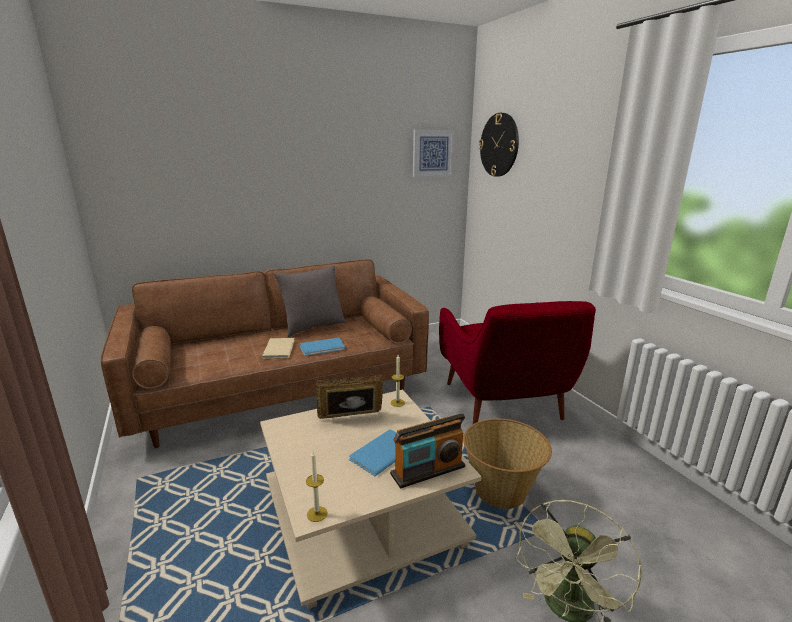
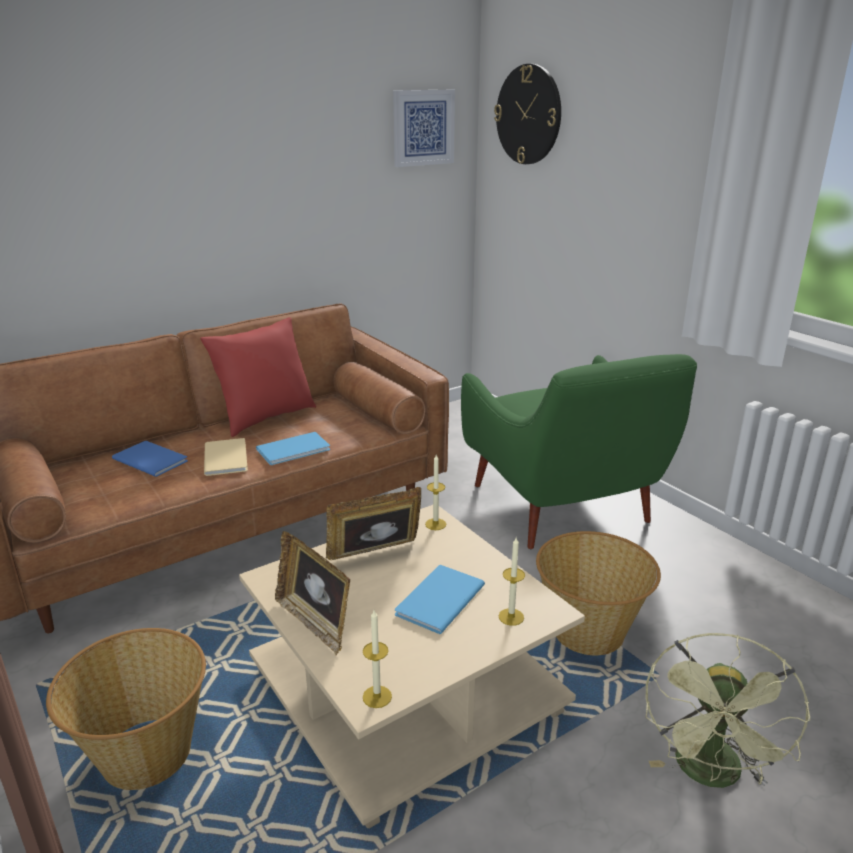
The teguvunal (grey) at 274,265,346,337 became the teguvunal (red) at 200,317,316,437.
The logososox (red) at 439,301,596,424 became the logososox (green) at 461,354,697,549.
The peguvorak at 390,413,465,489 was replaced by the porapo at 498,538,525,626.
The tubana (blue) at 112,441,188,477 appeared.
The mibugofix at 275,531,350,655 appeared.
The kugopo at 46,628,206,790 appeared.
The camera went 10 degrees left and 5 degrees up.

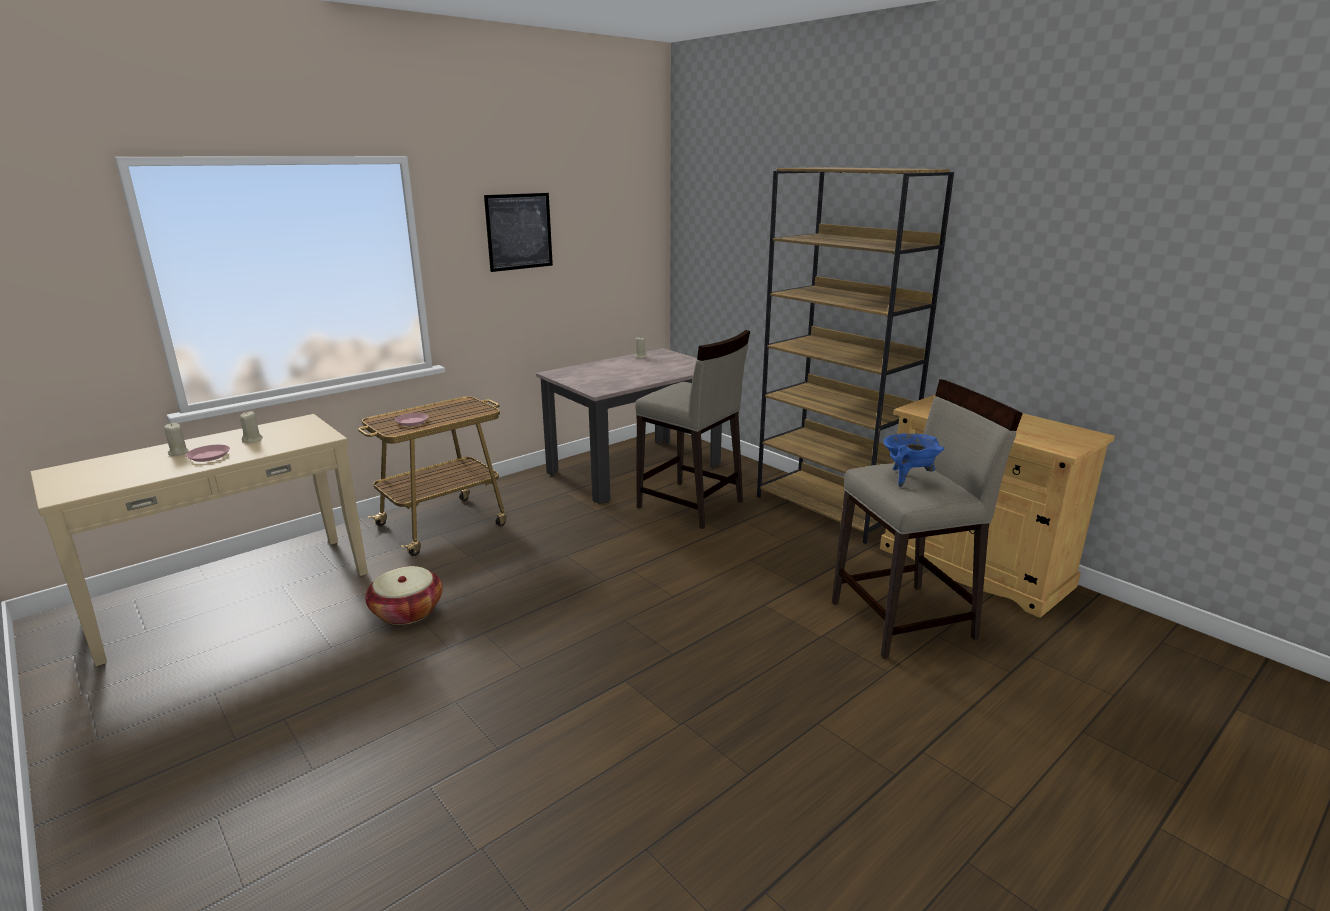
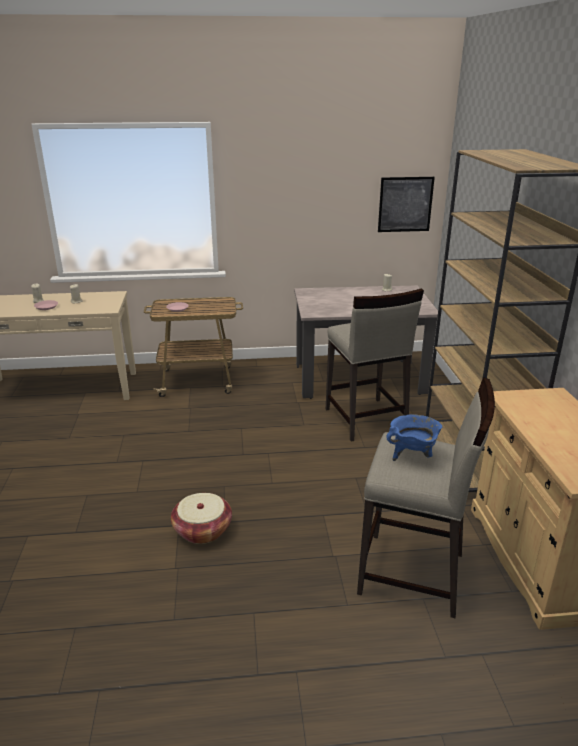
The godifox moved from 484,193,553,272 to 378,177,435,232.
The kugopo moved from 365,566,443,625 to 171,493,232,544.
The camera went 35 degrees right and 5 degrees up.

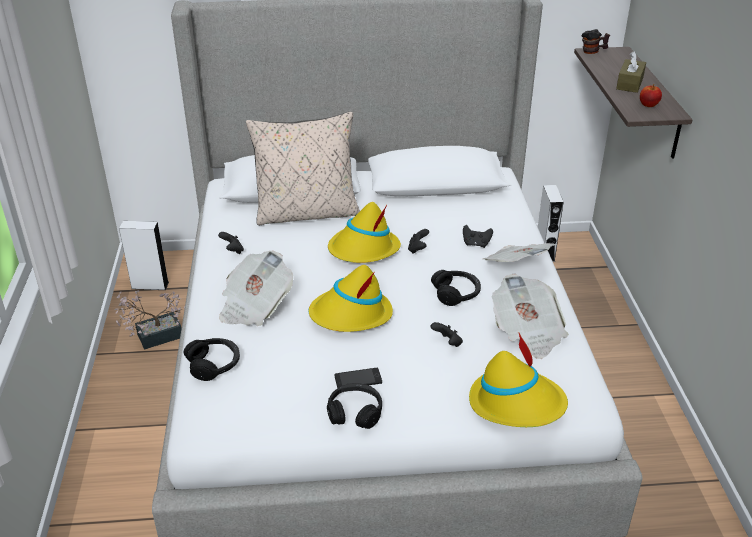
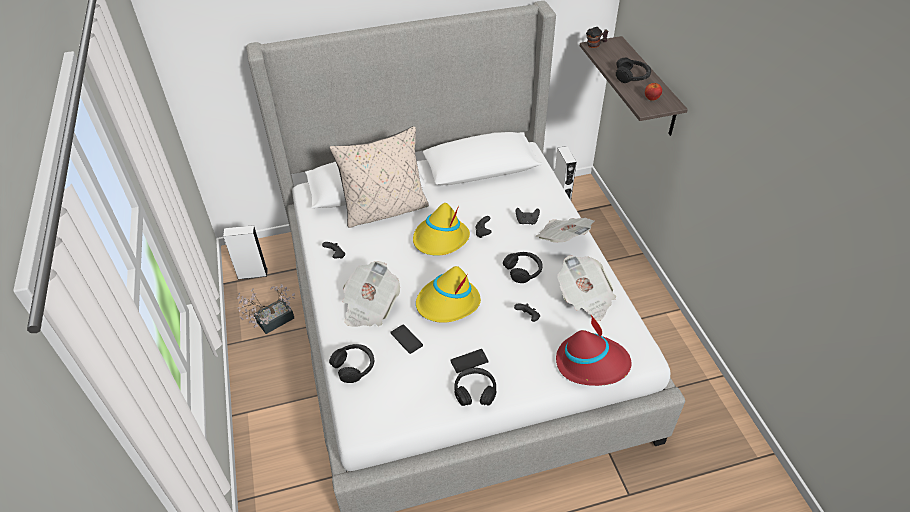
The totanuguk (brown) at 616,51,646,93 was replaced by the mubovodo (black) at 616,57,651,83.
The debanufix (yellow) at 469,332,568,427 became the debanufix (red) at 556,315,632,386.
The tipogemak at 390,324,423,354 appeared.
The camera went 10 degrees left and 10 degrees up.

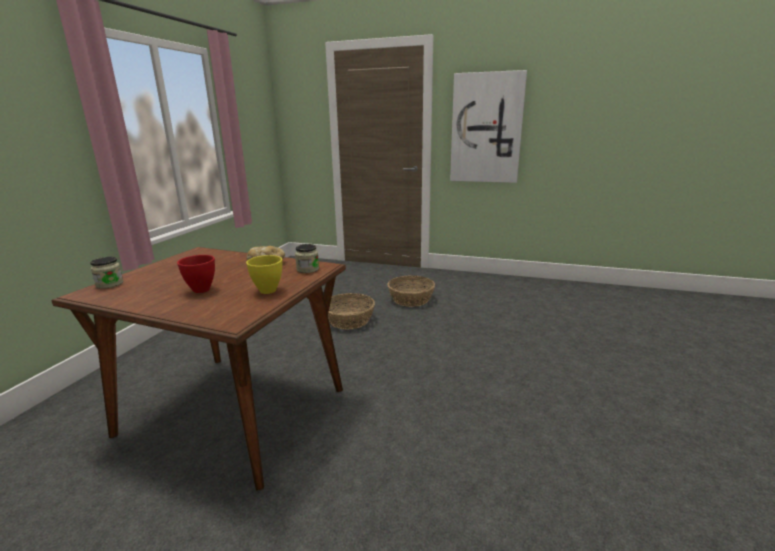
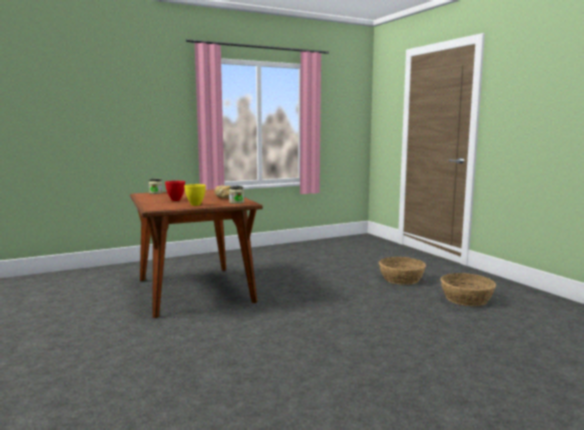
The godifox at 450,70,527,183 disappeared.
The kugopo moved from 328,293,375,329 to 440,273,496,306.
The camera went 45 degrees right and 10 degrees down.

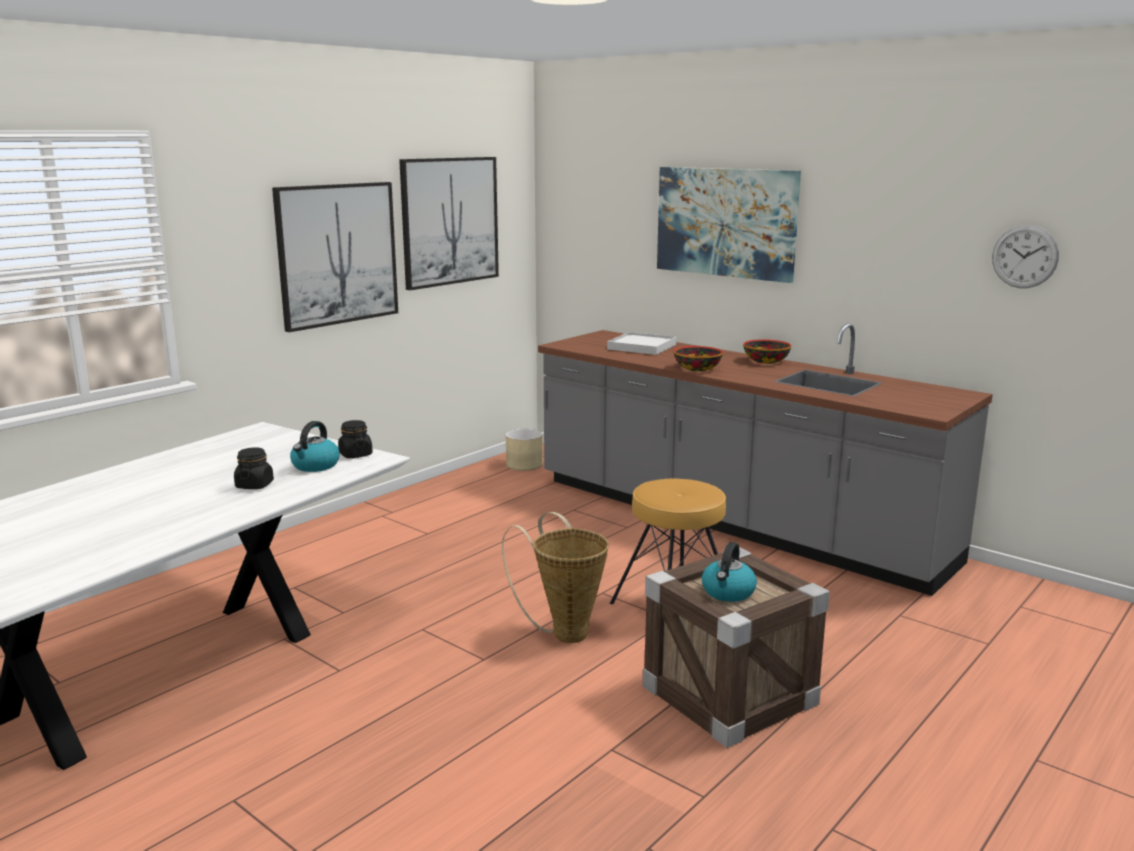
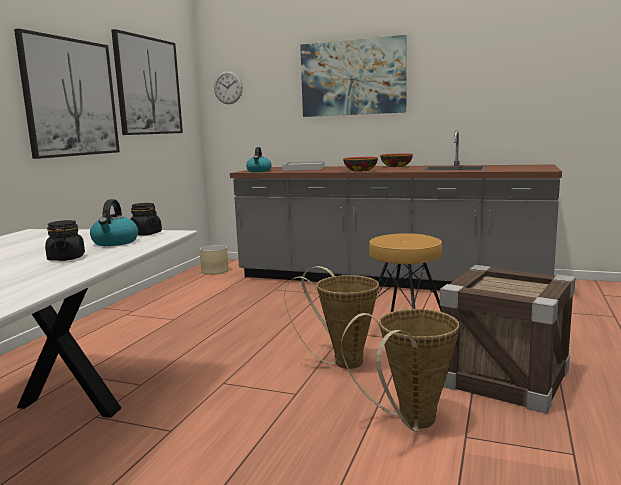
The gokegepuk moved from 992,225,1059,288 to 214,71,243,104.
The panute moved from 702,542,757,602 to 246,147,272,172.
The kugopo at 341,309,460,432 appeared.
The camera went 20 degrees left and 5 degrees down.

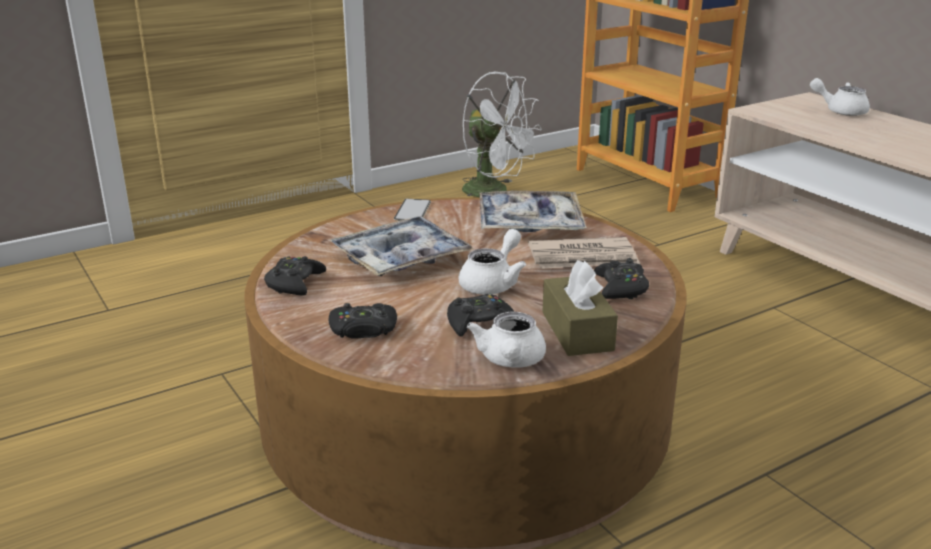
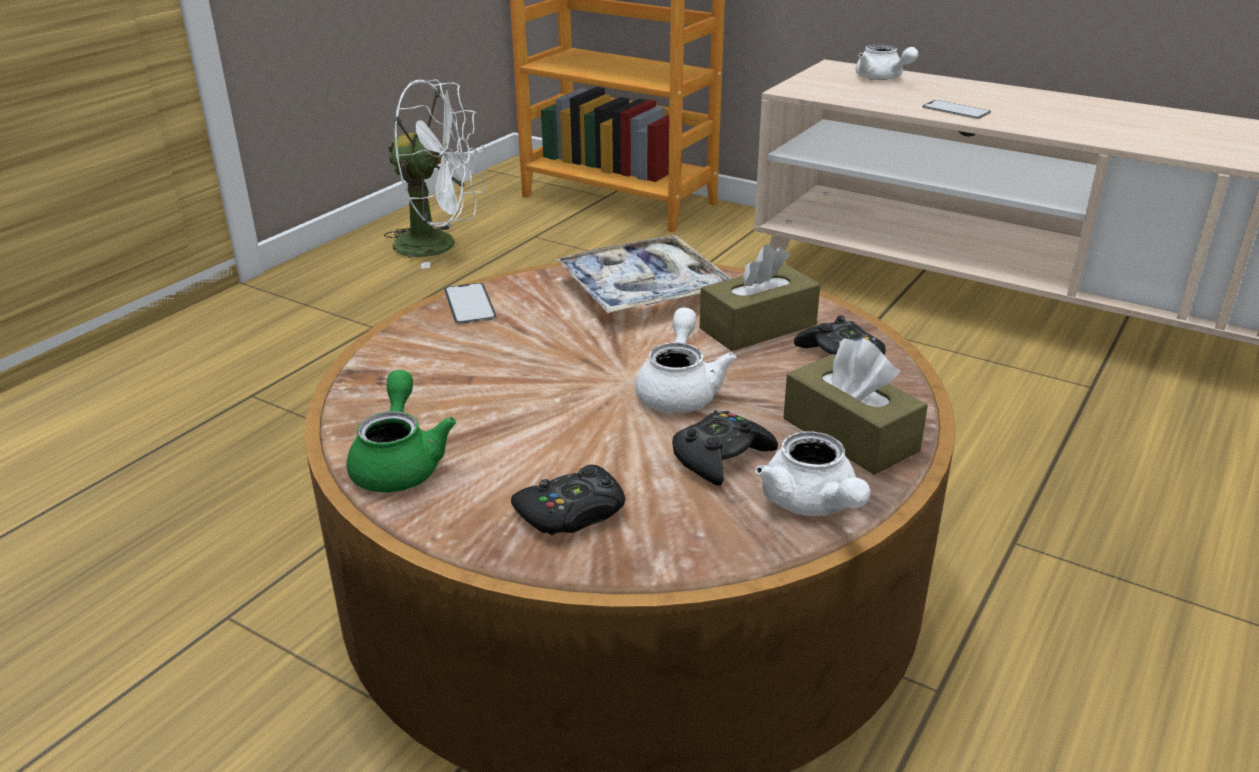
The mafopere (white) at 810,78,870,116 turned 120 degrees counterclockwise.
The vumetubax at 330,216,474,276 disappeared.
The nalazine at 528,237,641,269 was replaced by the totanuguk (brown) at 700,244,820,351.
The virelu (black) at 264,256,326,296 was replaced by the mafopere (green) at 347,370,456,492.
The tipogemak at 922,100,991,119 appeared.
The camera went 25 degrees left and 5 degrees up.

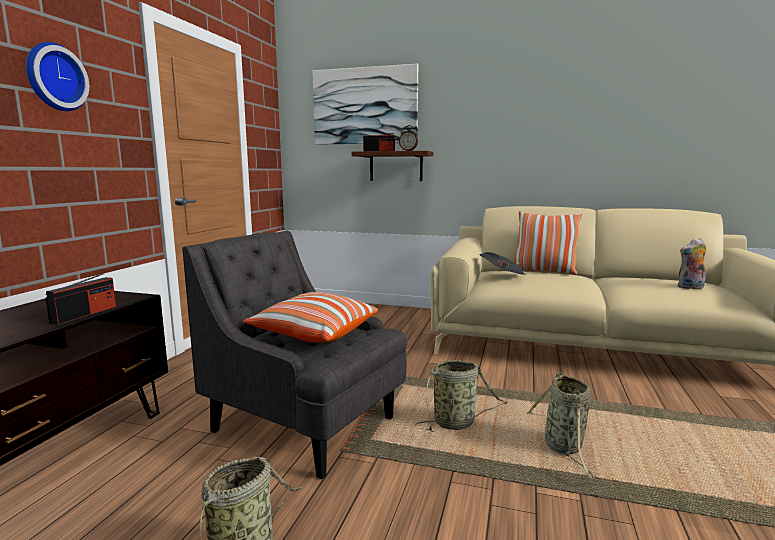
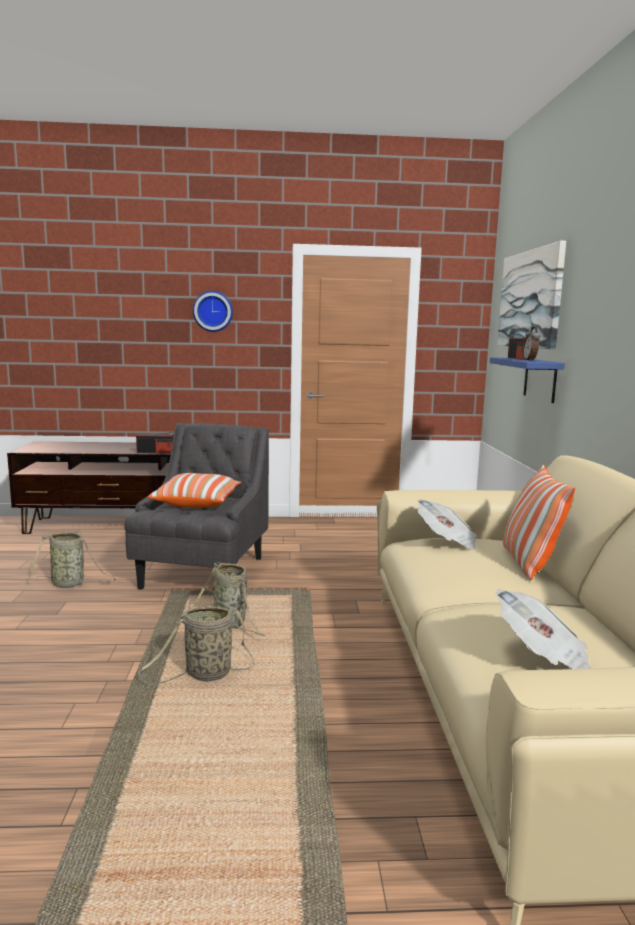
The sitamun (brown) at 352,151,433,181 became the sitamun (blue) at 490,357,565,403.
The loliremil at 678,238,706,289 was replaced by the nalazine at 496,589,591,669.
The camera went 70 degrees right and 0 degrees up.

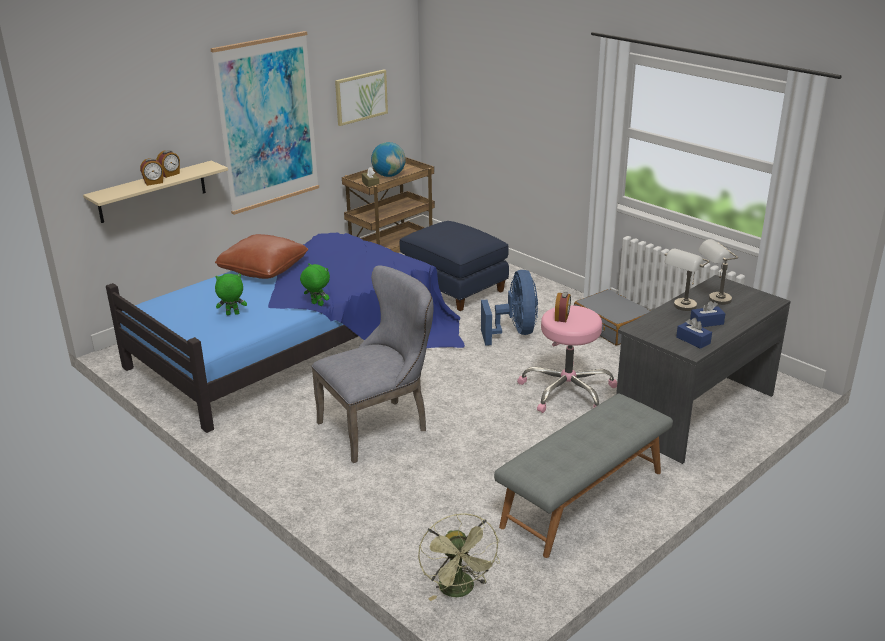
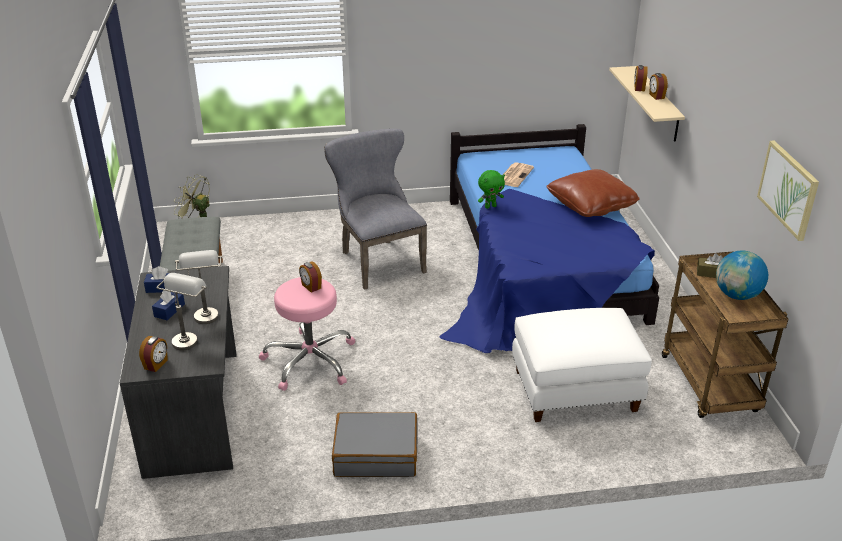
The godifox at 210,31,319,215 disappeared.
The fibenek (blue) at 400,221,509,311 became the fibenek (white) at 512,308,652,422.
The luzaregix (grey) at 311,266,434,463 turned 150 degrees clockwise.
The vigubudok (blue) at 481,270,538,346 disappeared.
The loliremil (green) at 215,274,247,315 was replaced by the nalazine at 503,162,534,187.
The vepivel at 139,336,168,372 appeared.
The camera went 125 degrees right and 5 degrees up.

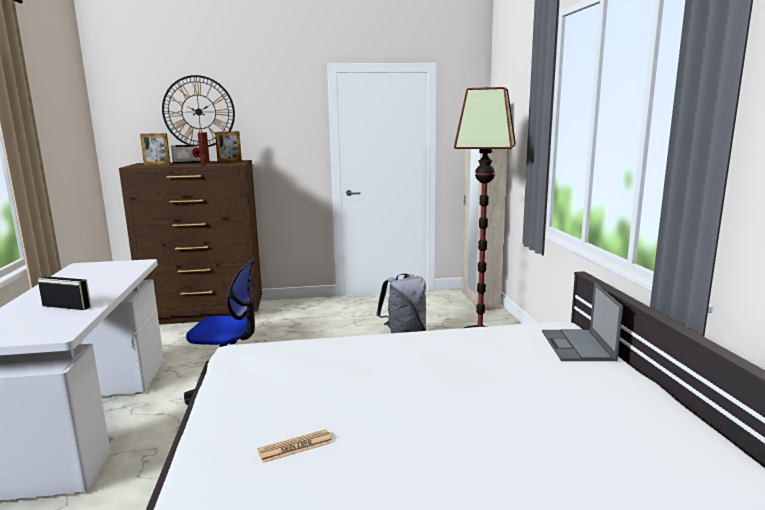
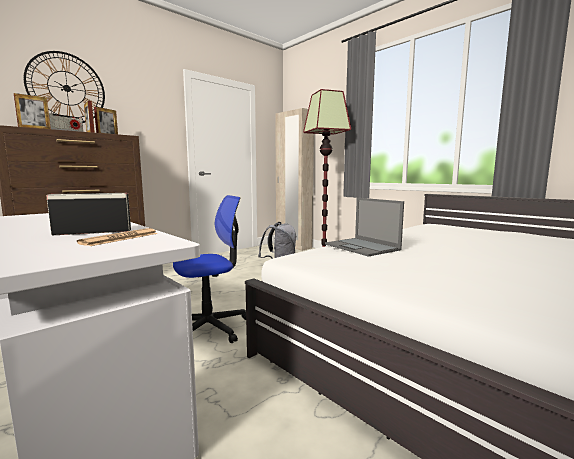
The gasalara moved from 542,283,623,361 to 325,198,404,257.
The nalazine moved from 257,429,333,463 to 77,228,158,246.
The camera went 35 degrees left and 5 degrees down.

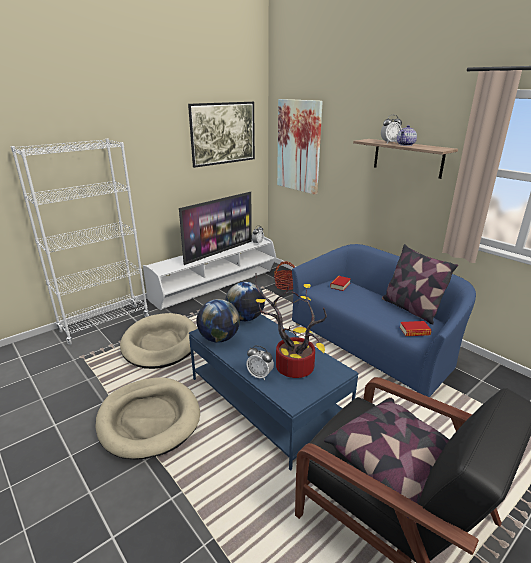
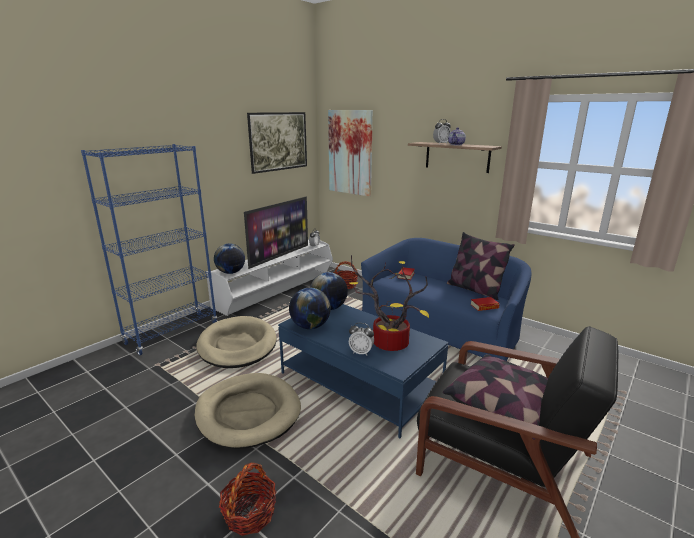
The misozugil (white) at 11,139,149,345 became the misozugil (blue) at 81,144,217,355.
The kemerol at 214,244,245,274 appeared.
The kugopo at 219,463,276,536 appeared.
The camera went 10 degrees left and 5 degrees down.

